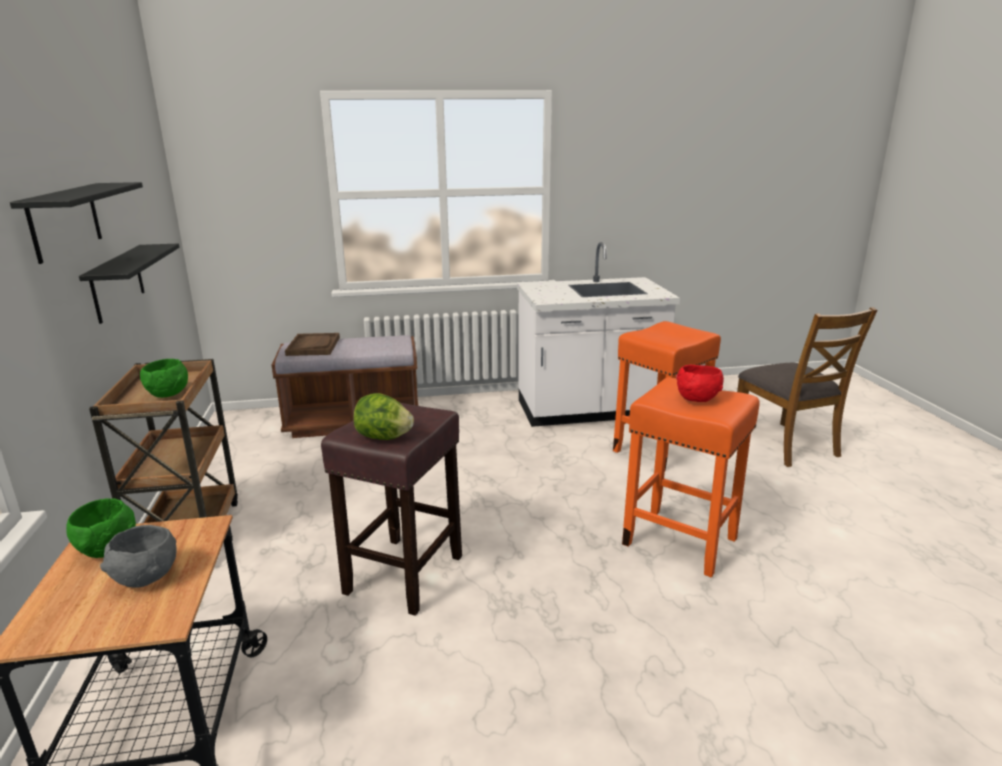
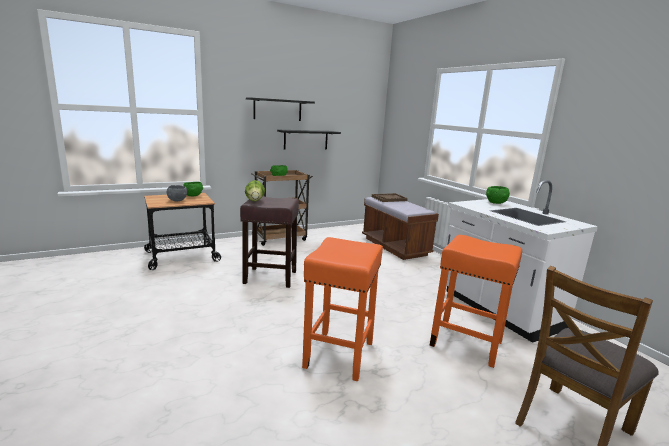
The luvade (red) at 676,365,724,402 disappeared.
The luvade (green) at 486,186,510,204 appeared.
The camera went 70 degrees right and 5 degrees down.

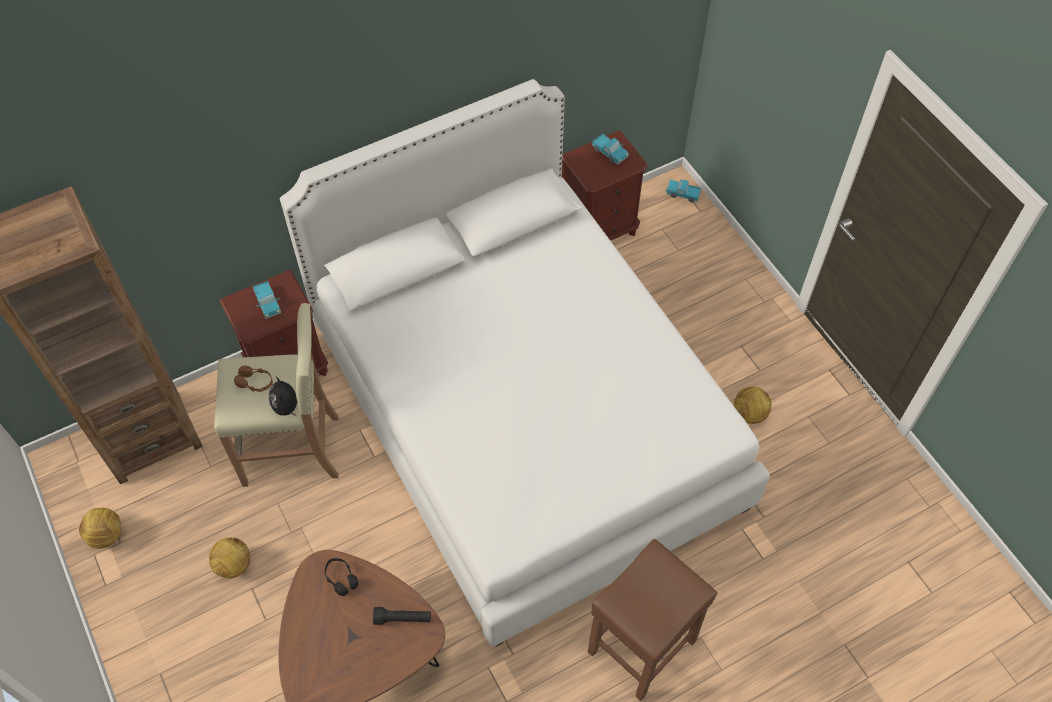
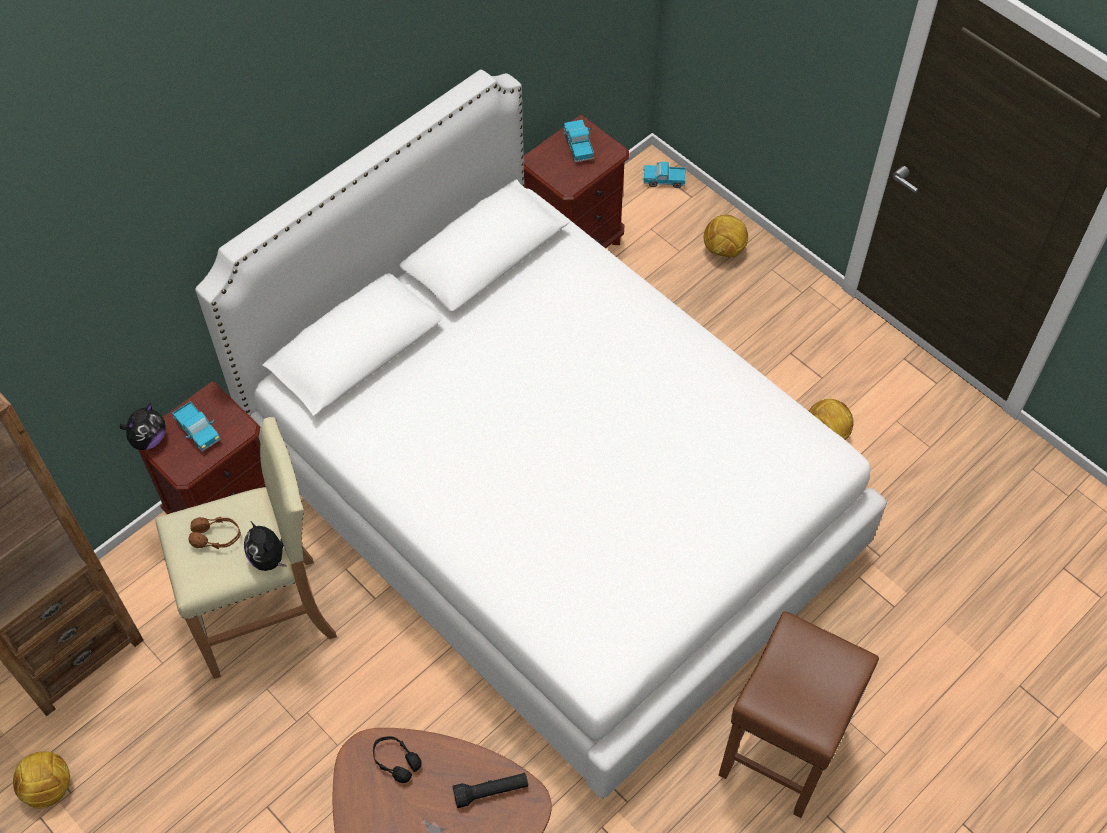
The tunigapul at 592,134,629,165 turned 135 degrees counterclockwise.
The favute moved from 209,538,250,578 to 704,215,748,257.
The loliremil at 120,403,166,450 appeared.
The camera went 15 degrees left and 0 degrees up.

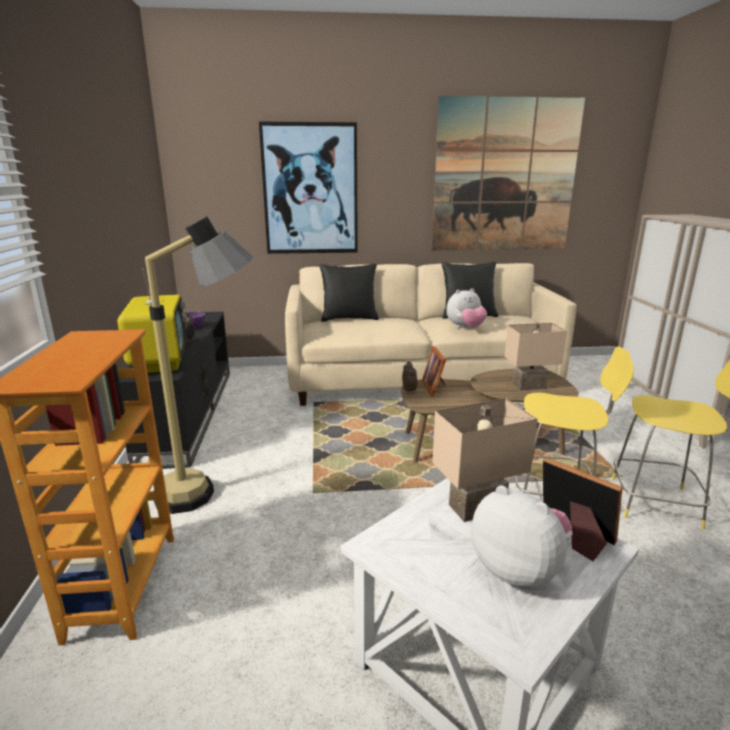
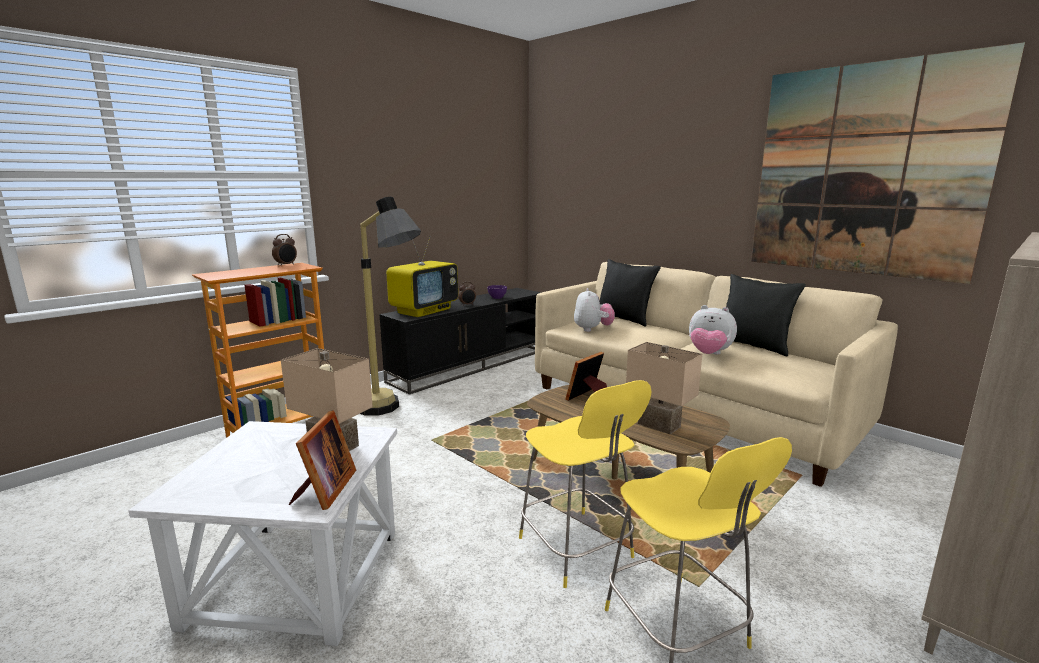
The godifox at 259,122,358,254 disappeared.
The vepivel moved from 402,361,418,394 to 272,234,297,266.
The loliremil moved from 472,485,572,589 to 574,288,615,332.
The camera went 50 degrees right and 5 degrees down.

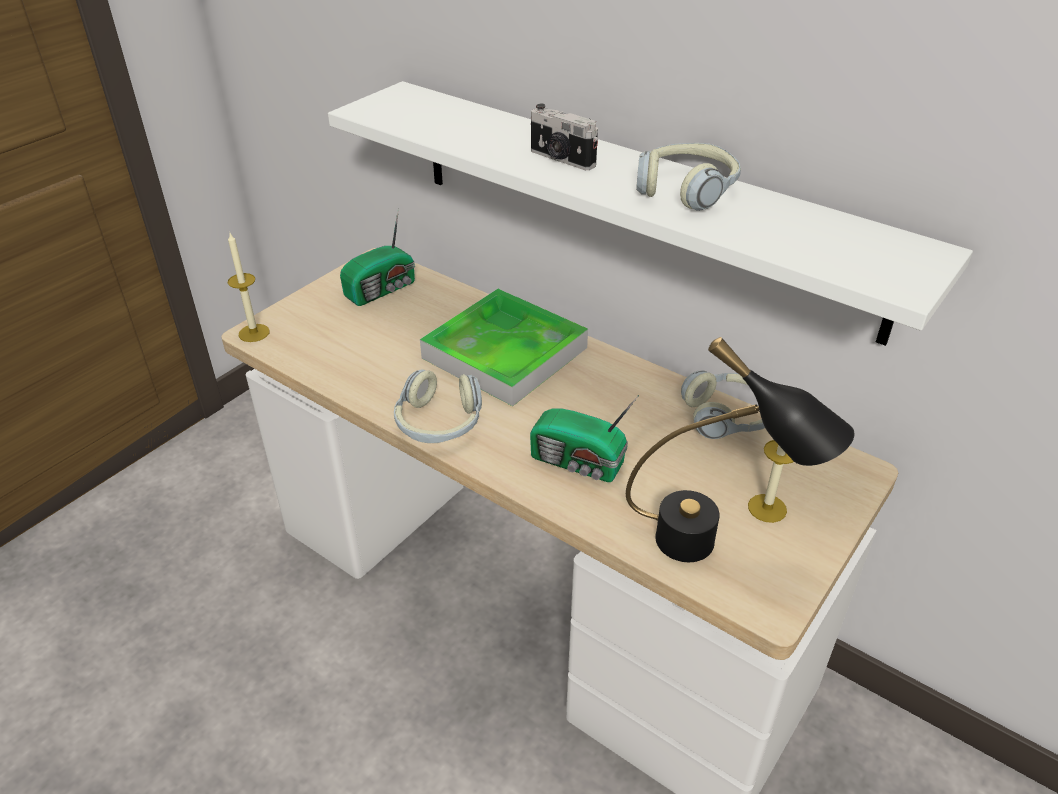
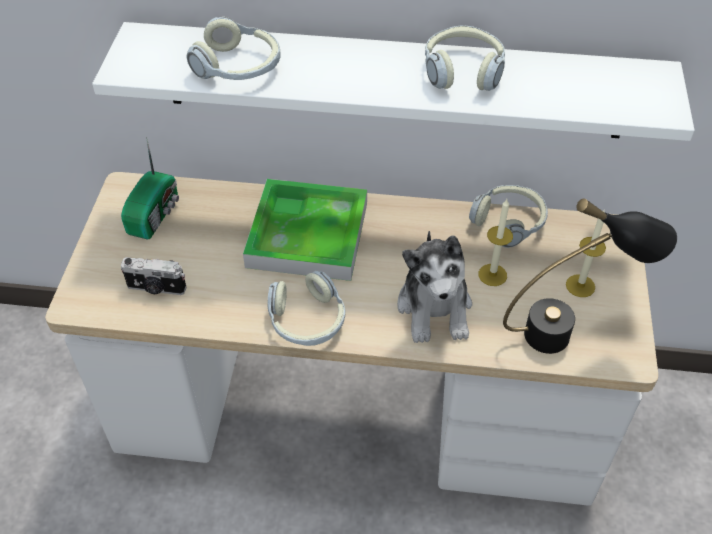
The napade moved from 531,103,598,170 to 121,257,186,295.
The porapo moved from 228,233,270,342 to 478,199,513,286.
The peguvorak at 530,395,639,482 was replaced by the loliremil at 397,231,472,343.
The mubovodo at 186,16,281,80 appeared.
The camera went 30 degrees left and 10 degrees up.

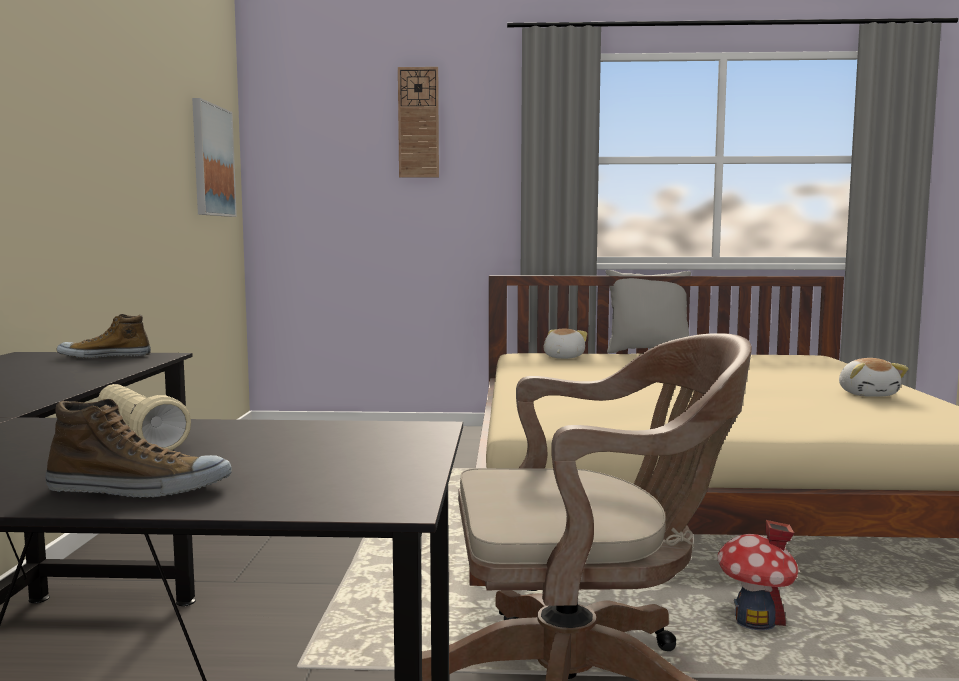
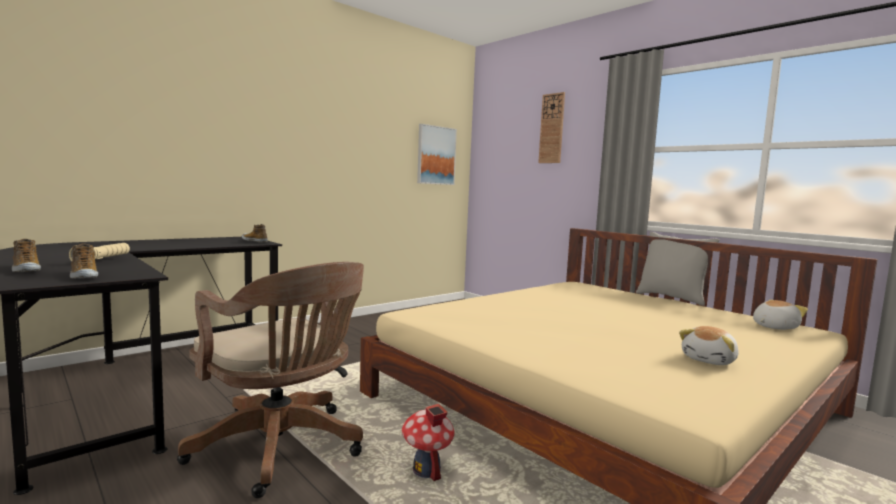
The loliremil moved from 544,329,587,359 to 753,300,808,330.
The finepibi at 70,244,98,279 appeared.
The camera went 45 degrees right and 0 degrees up.

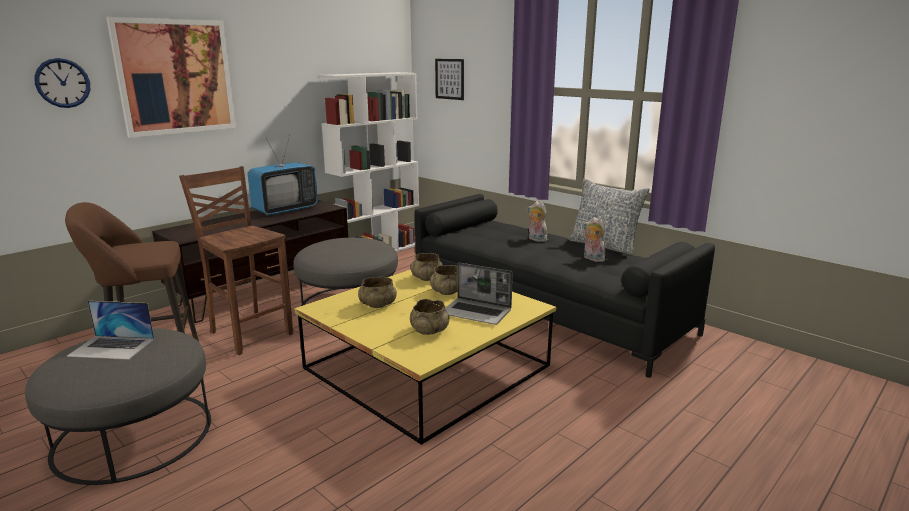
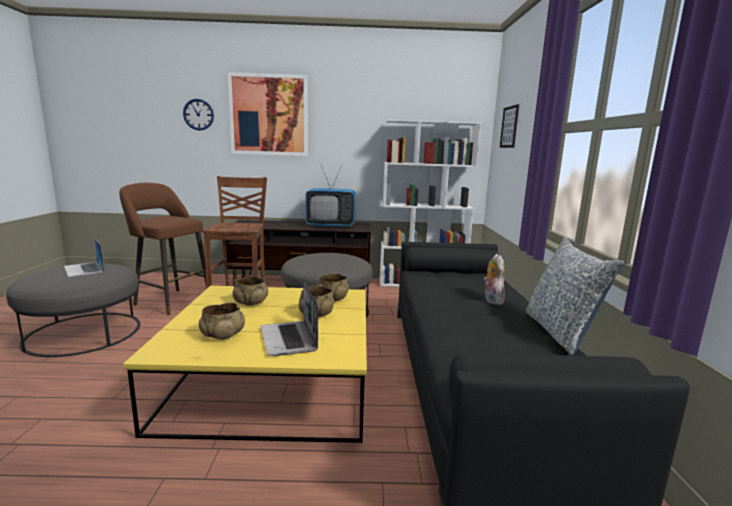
The loliremil at 583,217,605,262 disappeared.
The camera went 45 degrees right and 5 degrees down.

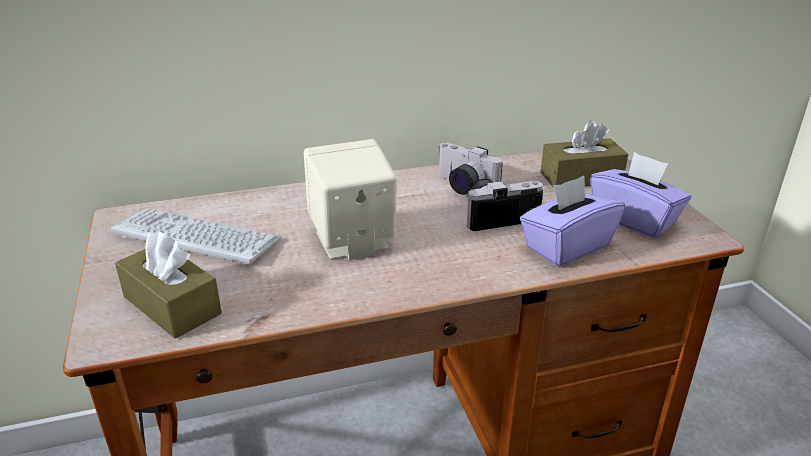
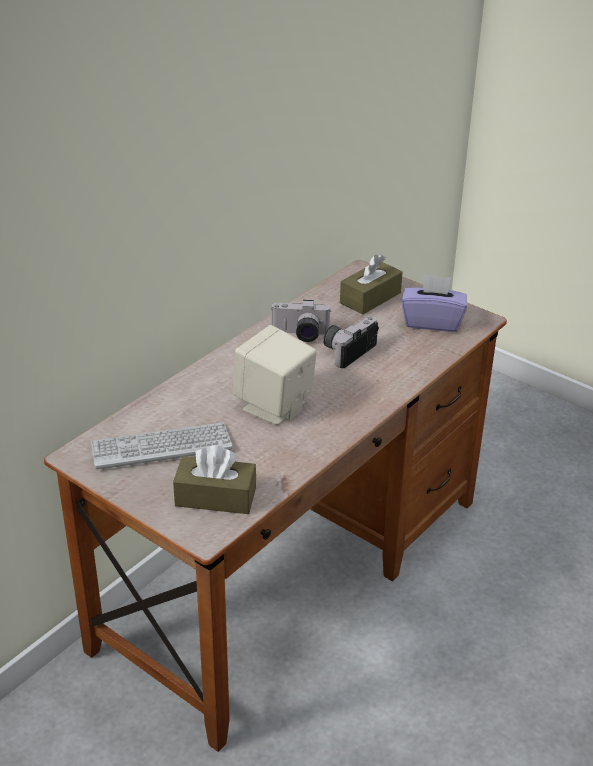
The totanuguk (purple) at 520,176,625,266 disappeared.
The camera went 35 degrees left and 5 degrees up.

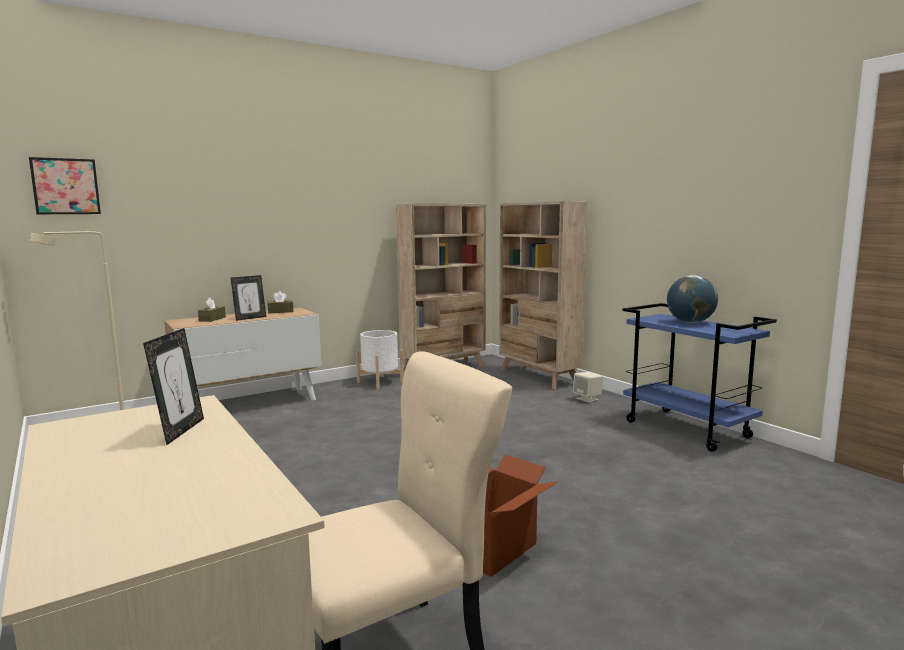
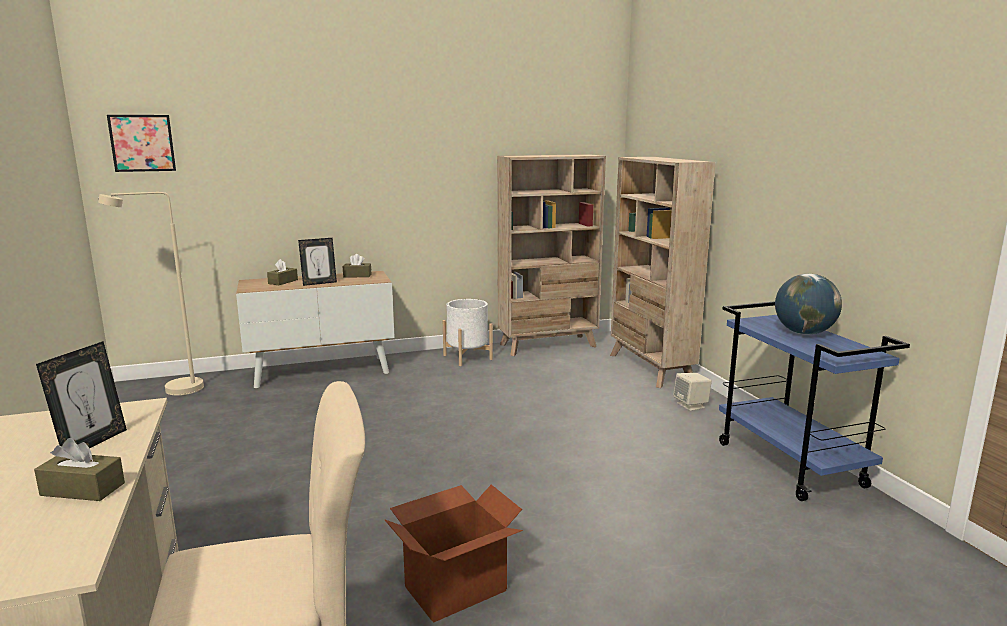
The totanuguk (brown) at 34,438,125,501 appeared.
The camera went 15 degrees right and 5 degrees up.

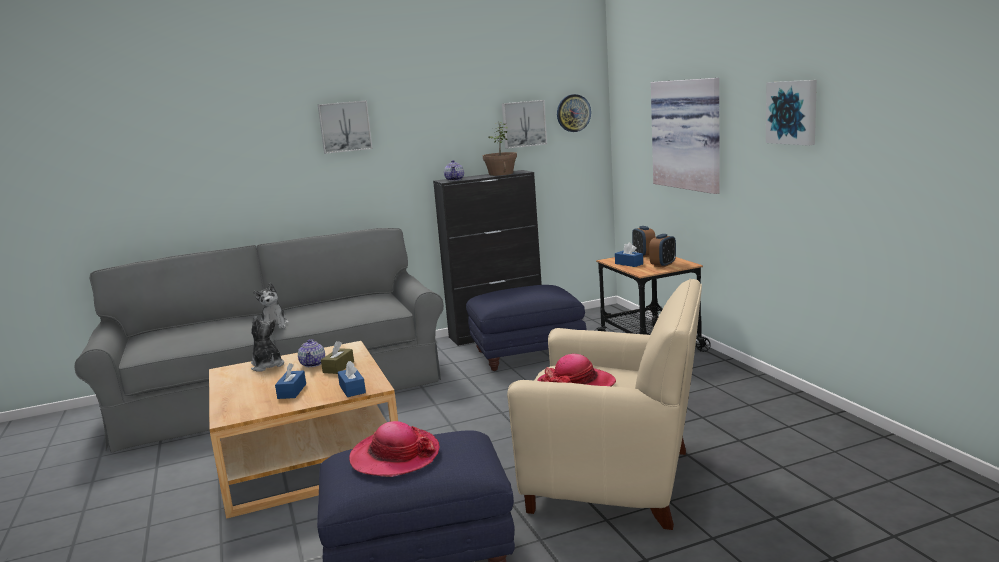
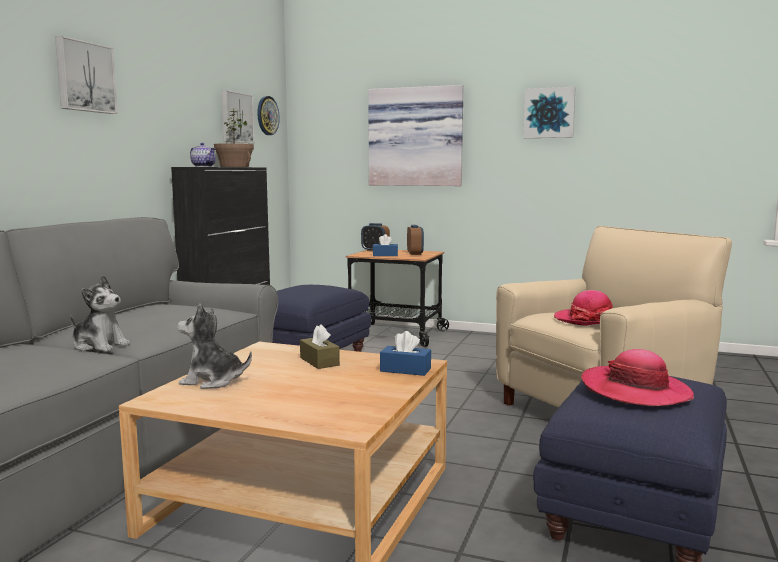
The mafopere at 298,339,325,367 disappeared.
The totanuguk (blue) at 275,363,306,399 disappeared.
The camera went 50 degrees left and 5 degrees down.

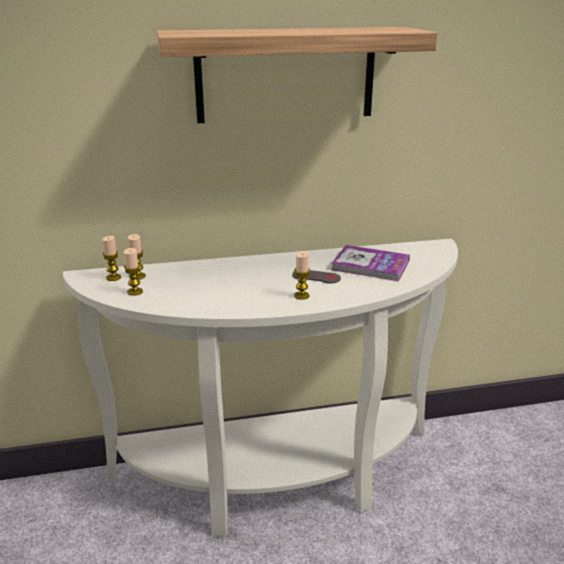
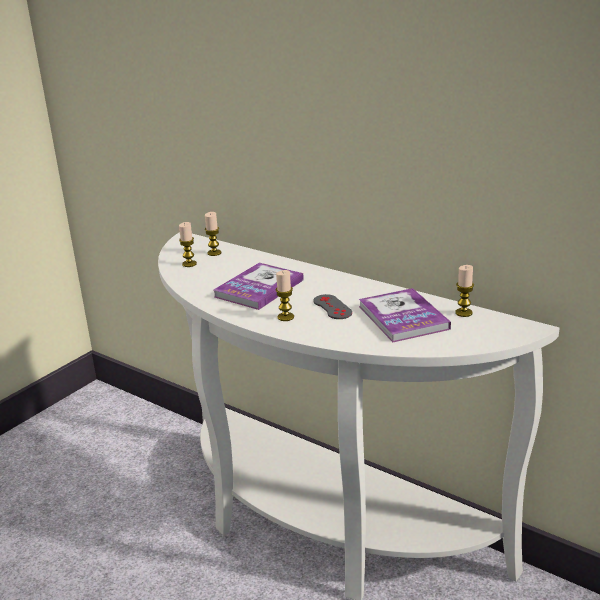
The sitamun at 157,27,438,123 disappeared.
The porapo moved from 102,236,121,281 to 455,265,474,317.
The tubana at 214,263,304,310 appeared.
The camera went 50 degrees right and 0 degrees up.

